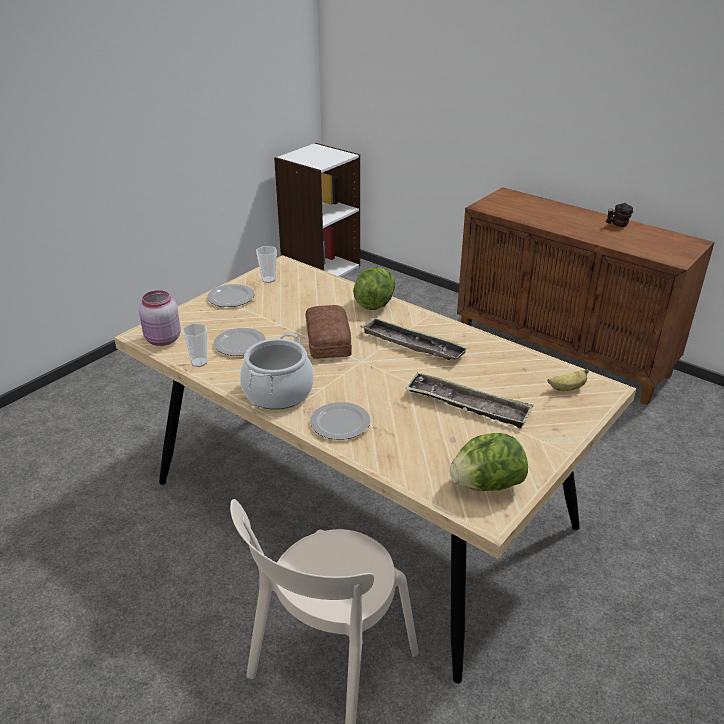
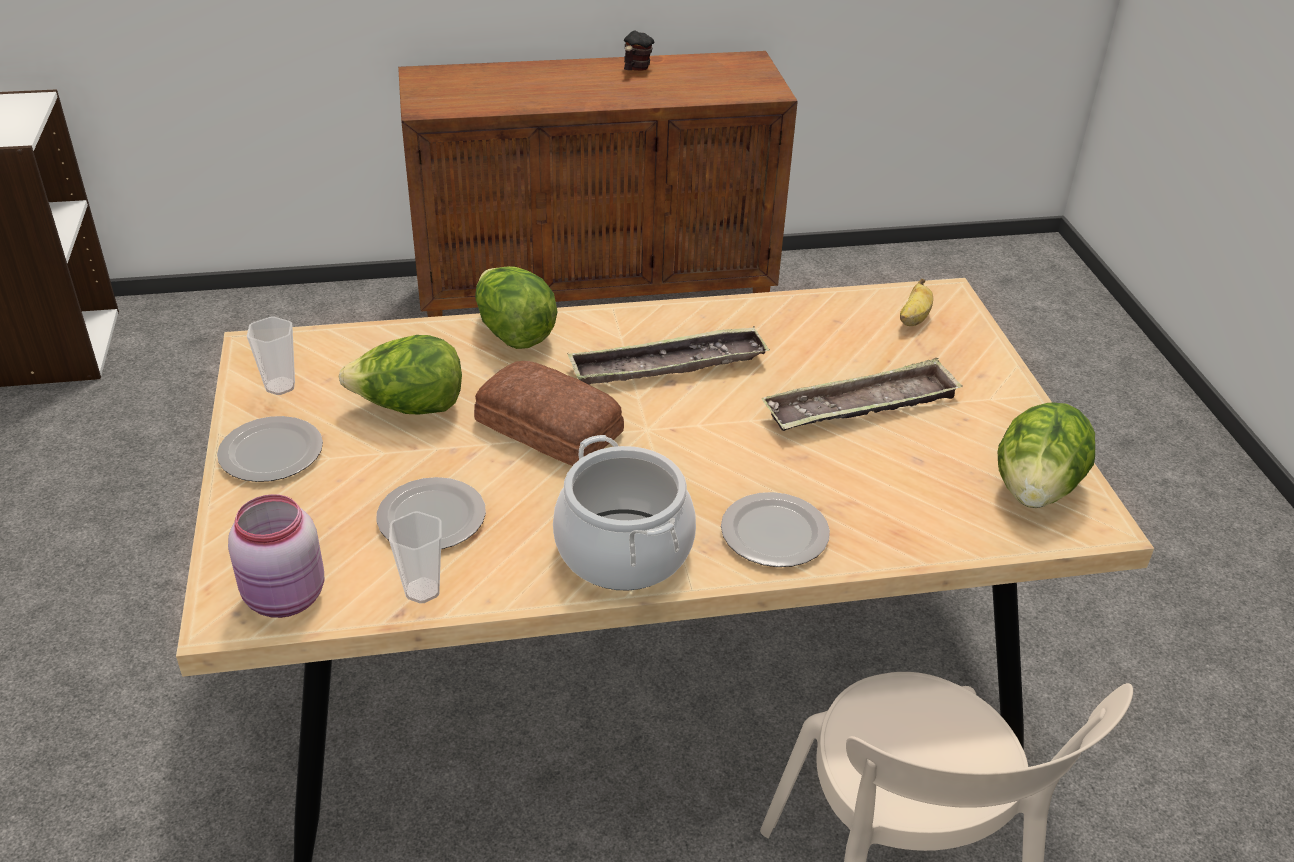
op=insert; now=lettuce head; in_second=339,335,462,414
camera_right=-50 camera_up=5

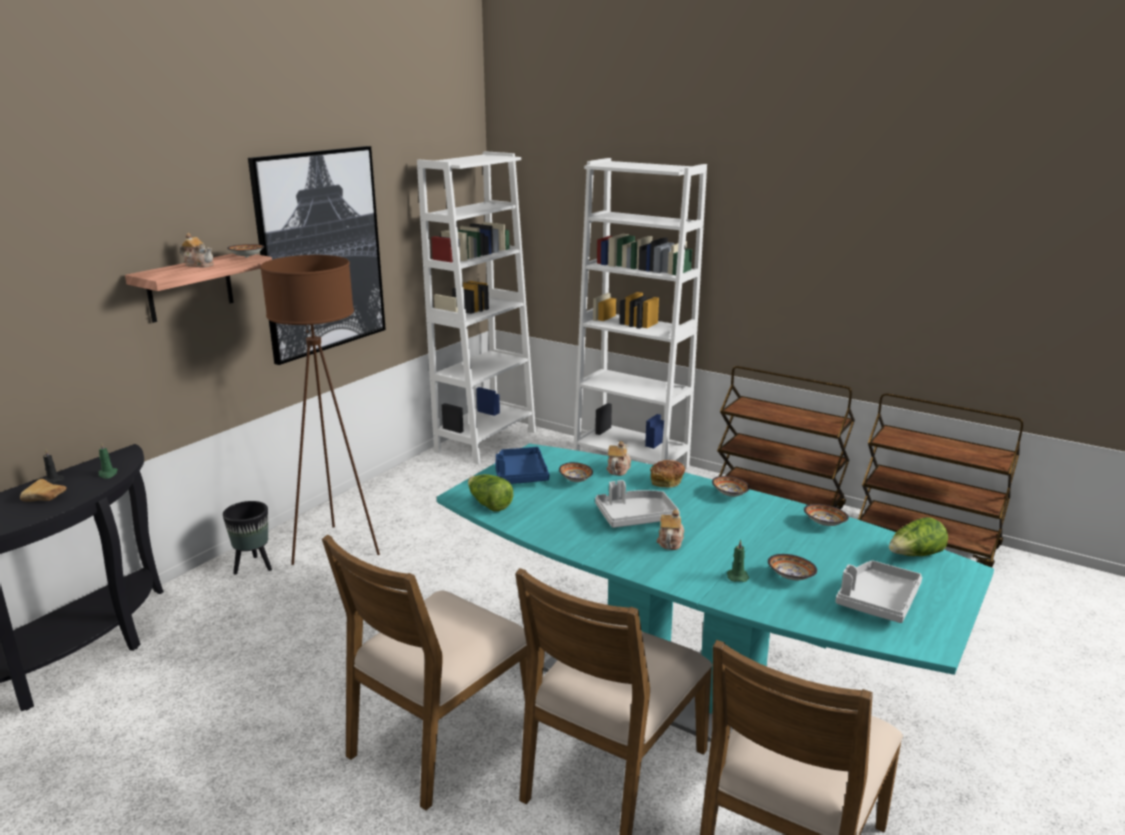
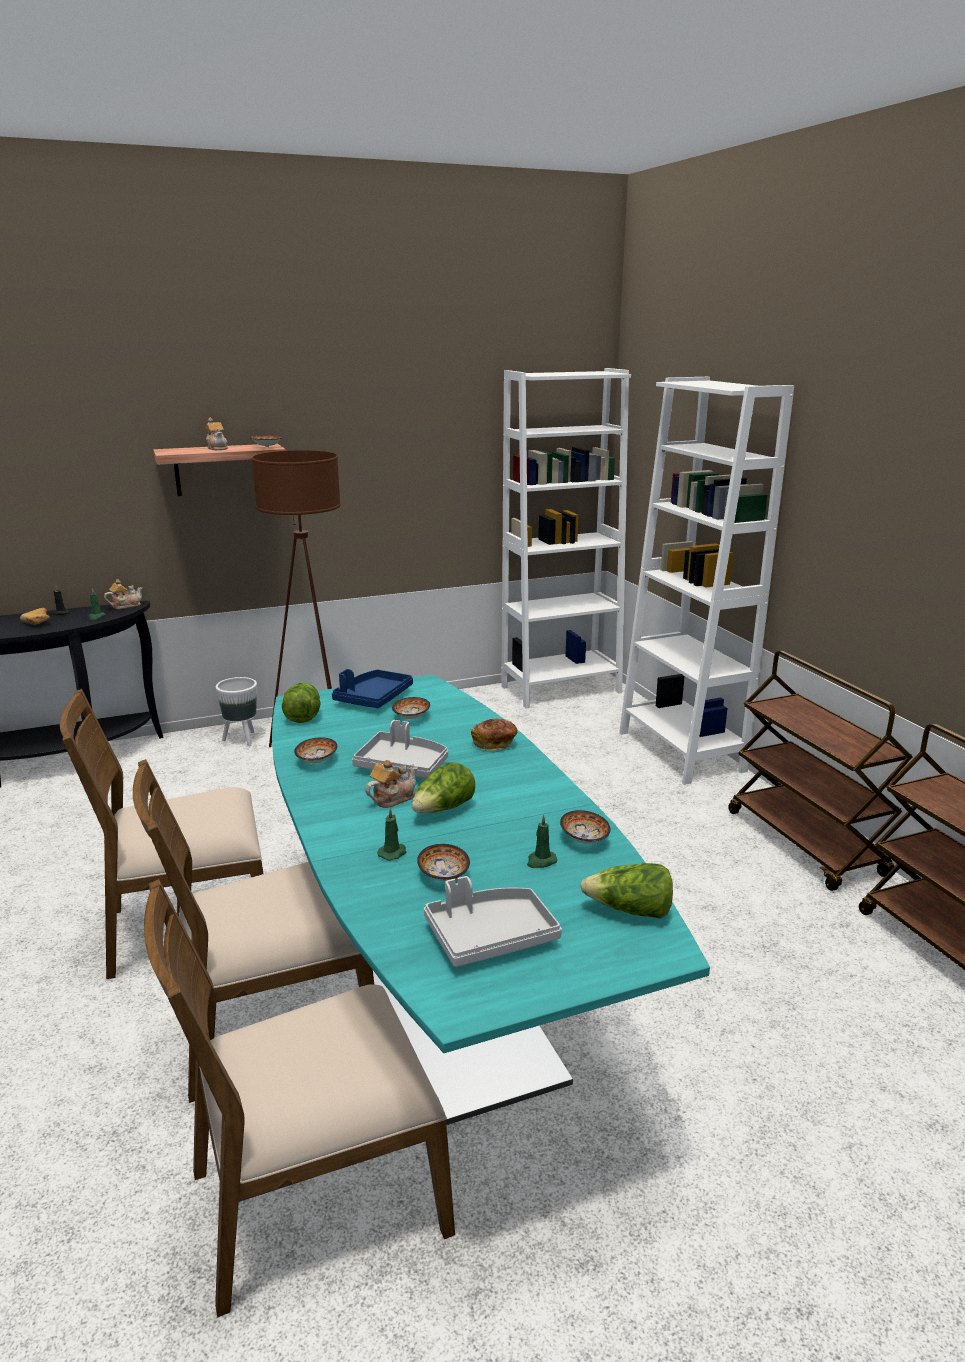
op=delete; was=picture; in_first=248,146,386,365
op=move; was=tea pot; in_first=606,441,631,476; in_second=104,579,143,609
op=move; was=serving bowl; in_first=712,476,749,497; in_second=294,737,337,763
op=recolor; was=plant pot (black-coloured); now=plant pot (white-coloured); in_first=223,501,272,575; in_second=215,677,257,746
op=insert; now=lettuce head; in_second=412,762,475,813
op=insert; now=candle (greenish); in_second=527,815,557,868
camera_right=35 camera_up=0

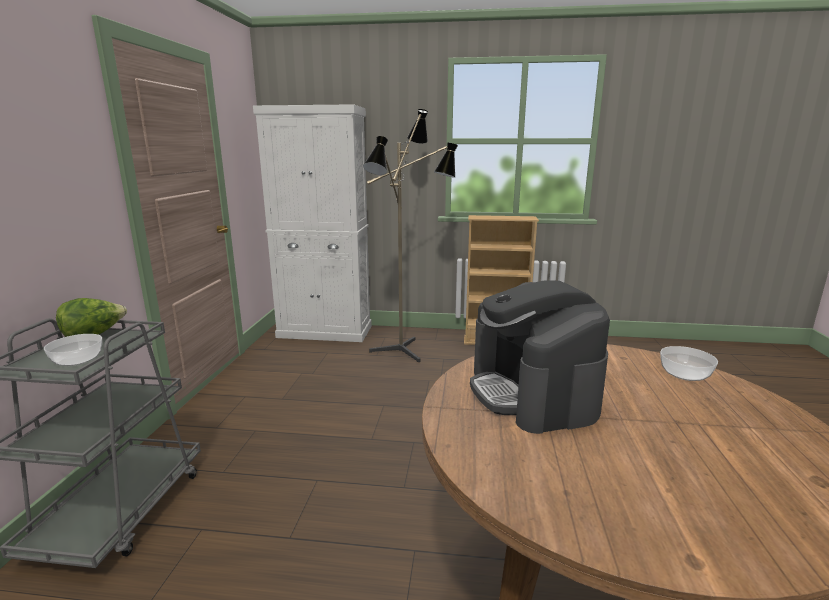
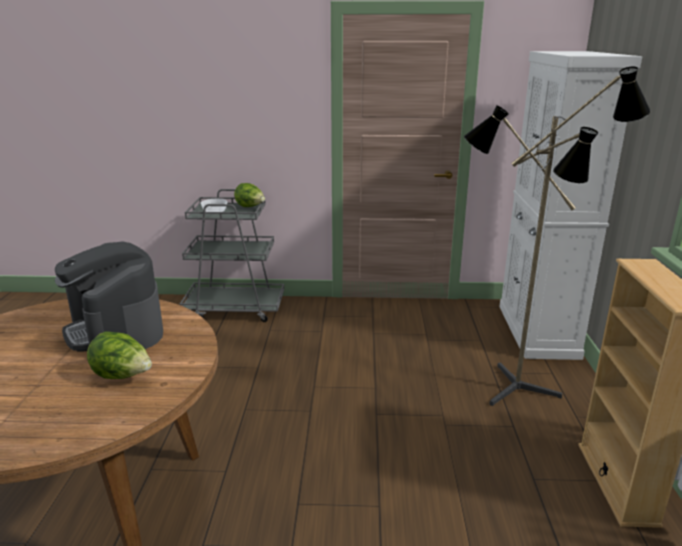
op=rotate; was=coffee machine; in_first=470,281,610,434; in_second=55,241,163,351; clockwise=-105
op=delete; was=serving bowl; in_first=660,346,718,381
op=insert; now=lettuce head; in_second=87,331,152,379
camera_right=85 camera_up=5

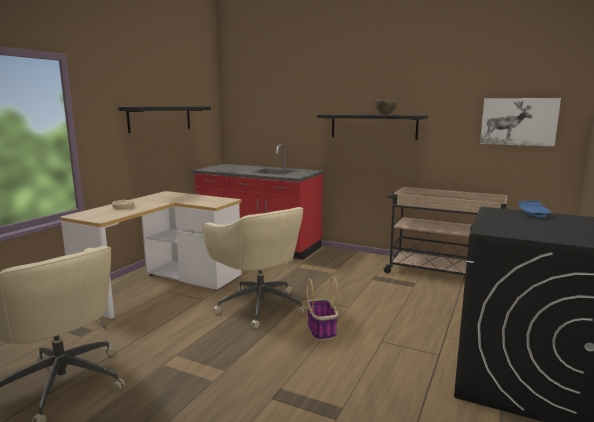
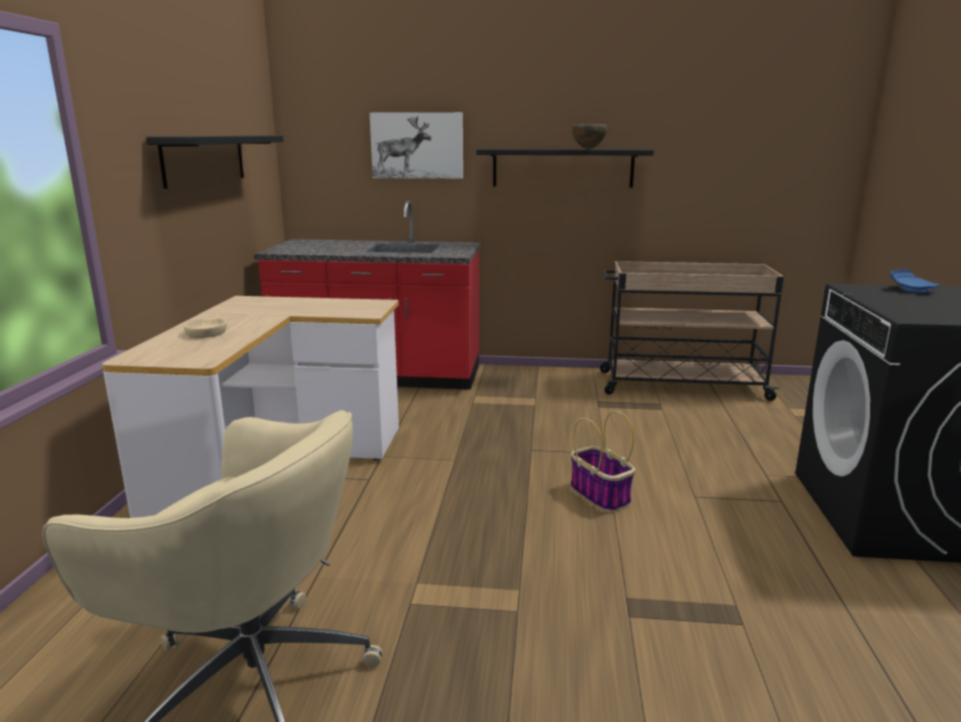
op=move; was=picture; in_first=480,98,561,147; in_second=370,112,463,179
op=delete; was=office chair (beige-coloured); in_first=202,207,306,329
camera_right=-20 camera_up=5

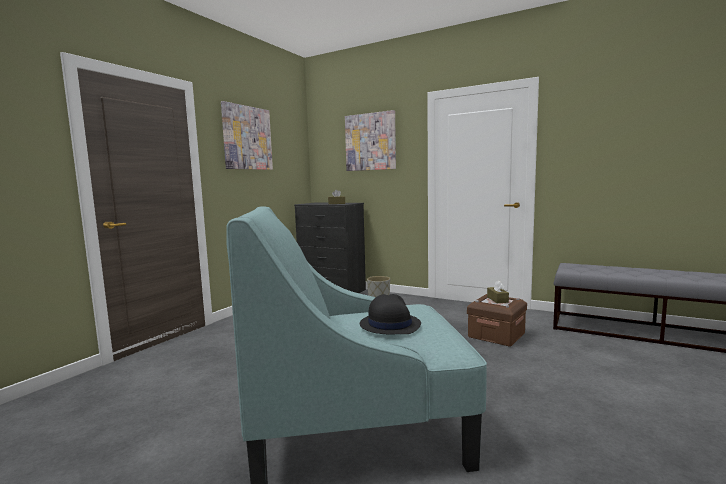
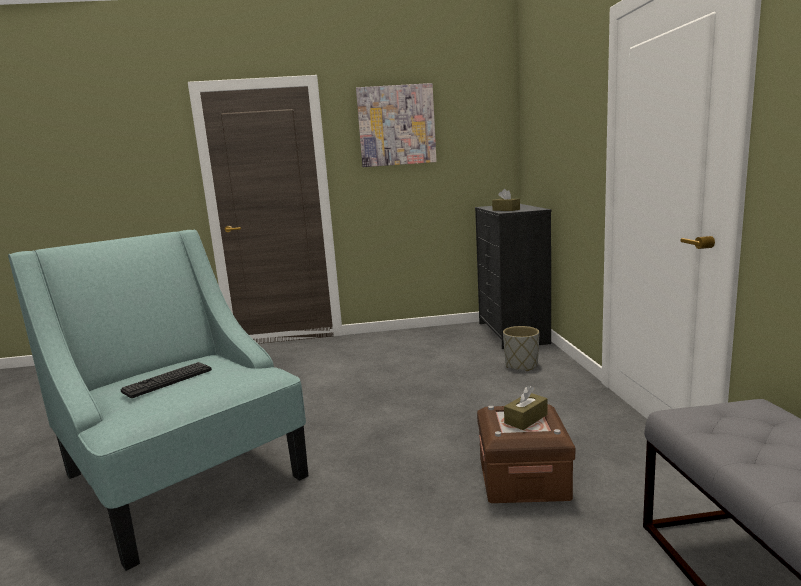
op=delete; was=picture; in_first=345,110,396,171
op=replace; was=clothing hat (black-coloured); now=keyboard; in_first=360,294,421,334; in_second=120,362,212,398
camera_right=55 camera_up=5

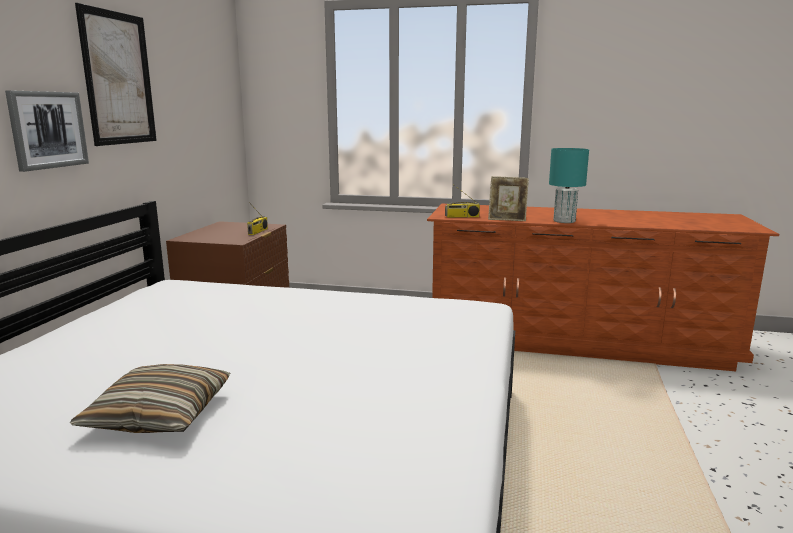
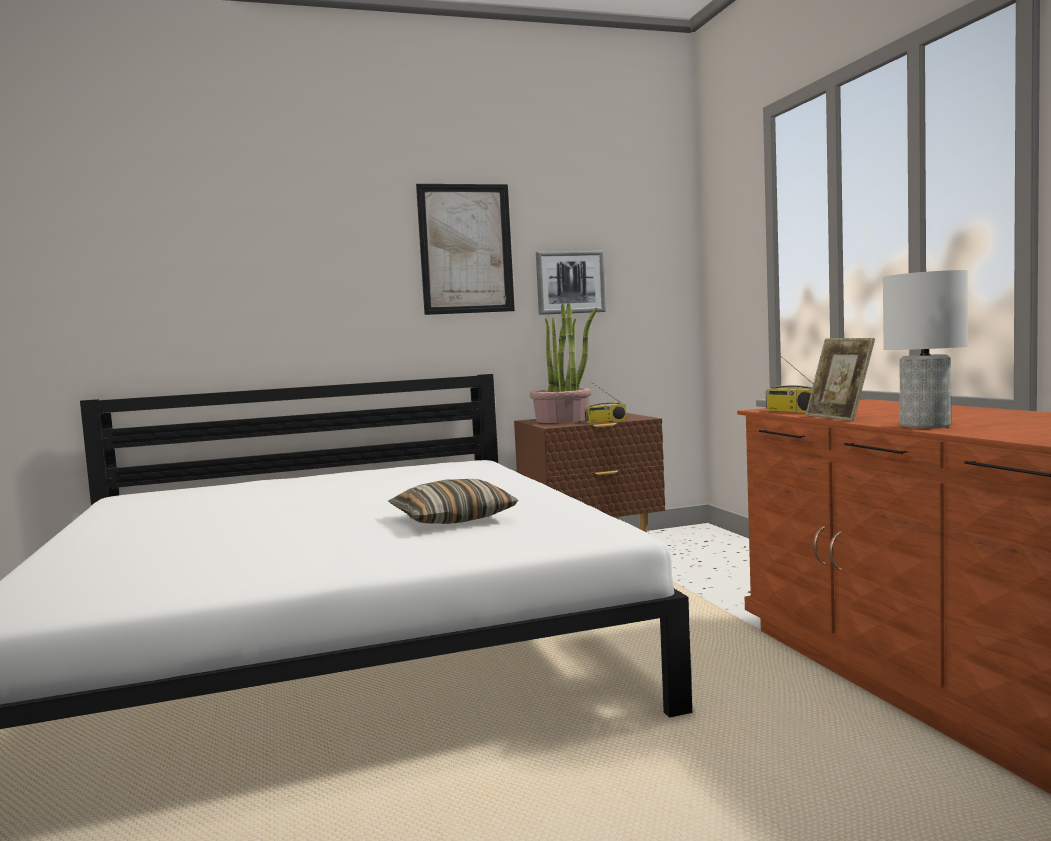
op=move; was=picture; in_first=5,90,89,172; in_second=536,251,606,315
op=recolor; was=table lamp (turquoise-coloured); now=table lamp (white-coloured); in_first=549,148,589,223; in_second=883,270,968,428
op=move; was=throw pillow; in_first=70,364,230,433; in_second=388,479,518,524
op=insert; now=plant in a pot; in_second=530,302,598,423
camera_right=60 camera_up=-10

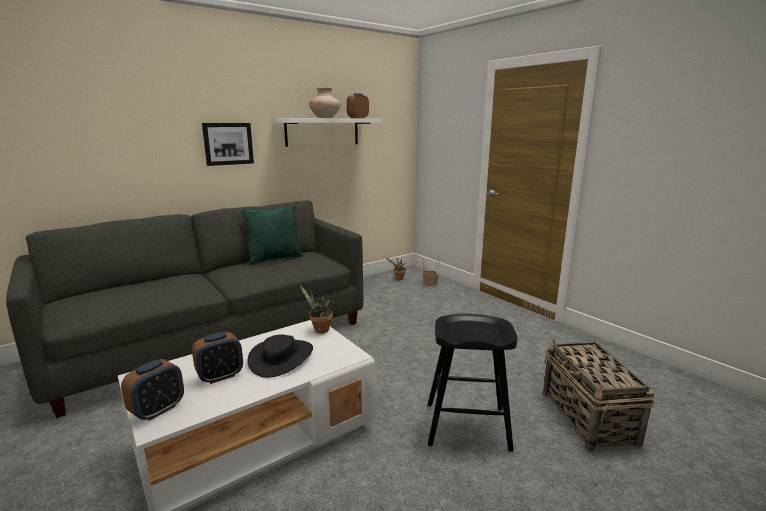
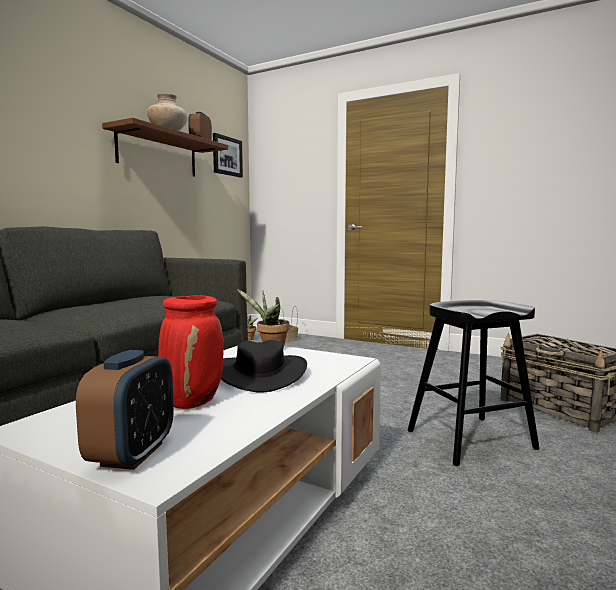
op=recolor; was=shelf (white-coloured); now=shelf (brown-coloured); in_first=274,118,382,147; in_second=102,118,228,177
op=move; was=picture; in_first=202,123,254,166; in_second=213,133,243,178
op=delete; was=throw pillow (greenish); in_first=242,205,303,265
op=replace; was=bedside clock; now=vase (red); in_first=192,332,243,384; in_second=158,295,223,409
camera_right=-25 camera_up=-10

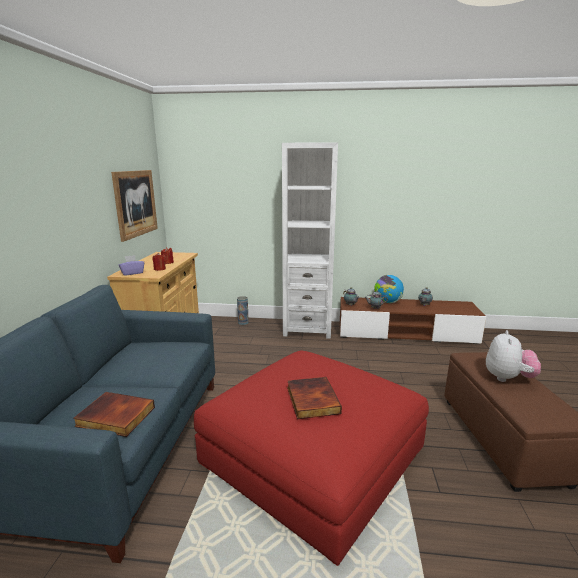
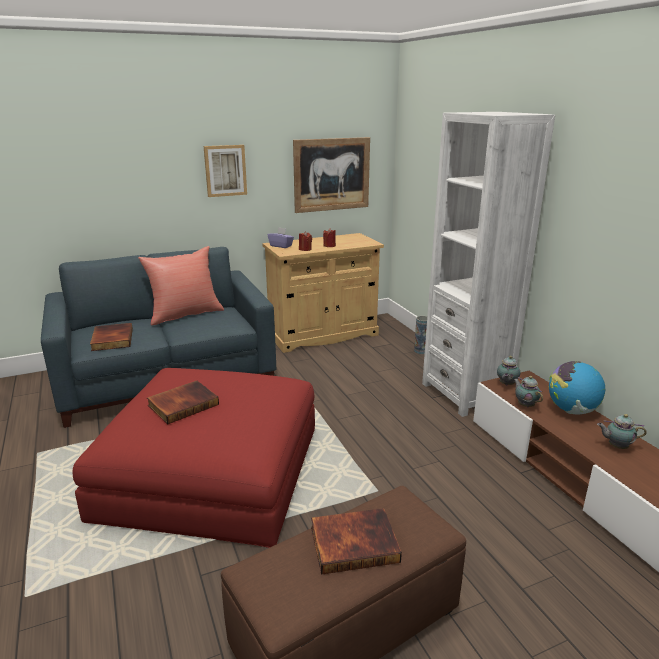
op=replace; was=cuddly toy; now=volume; in_first=486,330,541,382; in_second=311,508,402,575
op=insert; now=picture; in_second=204,145,247,197
op=insert; now=throw pillow (red); in_second=138,246,224,326
camera_right=60 camera_up=5

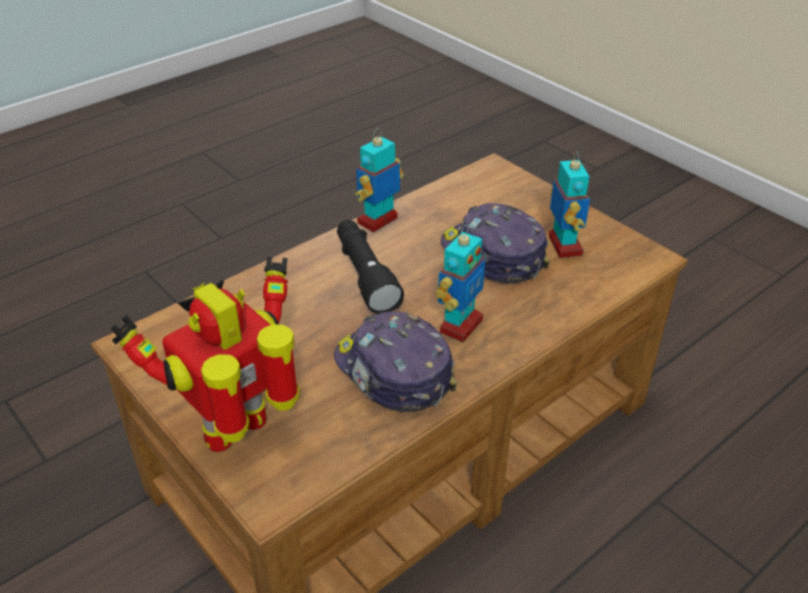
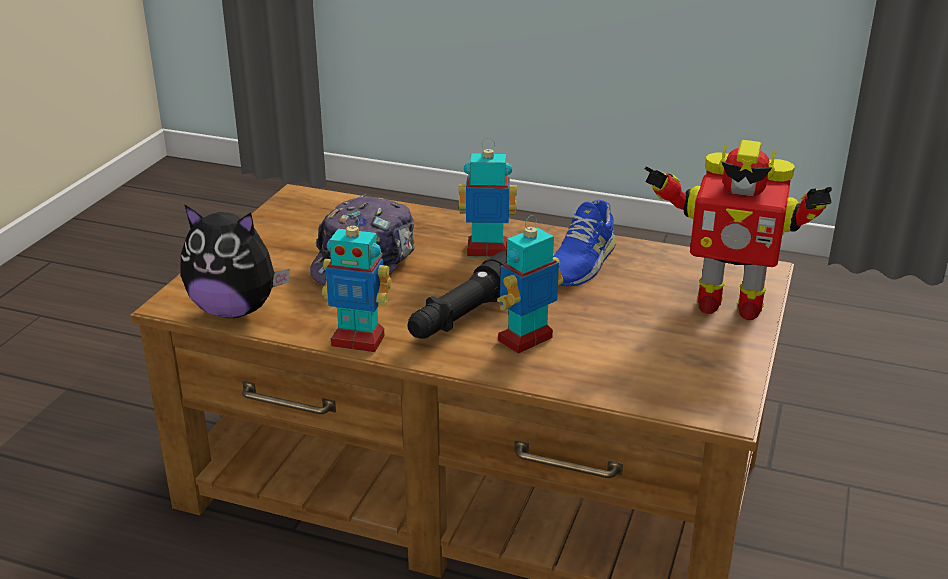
op=move; was=toy robot; in_first=549,151,590,258; in_second=497,215,563,354
op=replace; was=cap; now=shoe (blue); in_first=334,311,458,412; in_second=553,200,616,286
op=insert; now=cuddly toy; in_second=180,204,290,318
camera_right=-120 camera_up=-10

